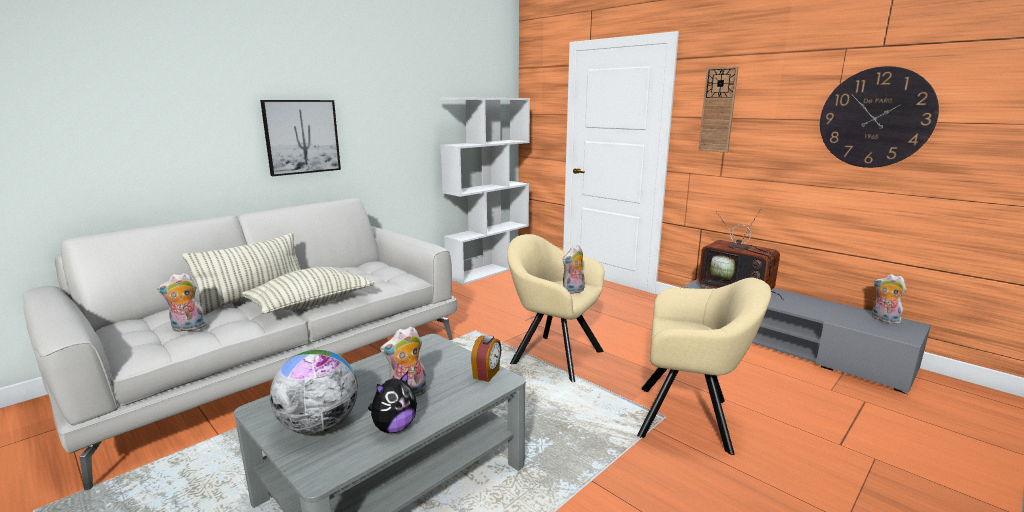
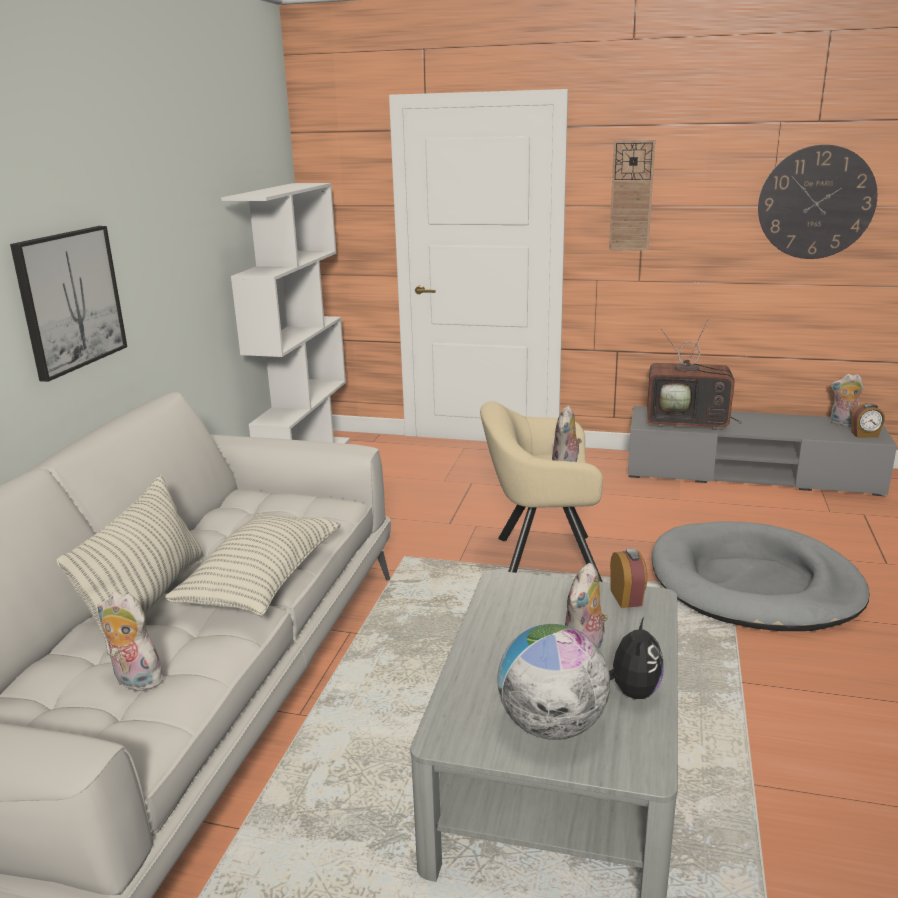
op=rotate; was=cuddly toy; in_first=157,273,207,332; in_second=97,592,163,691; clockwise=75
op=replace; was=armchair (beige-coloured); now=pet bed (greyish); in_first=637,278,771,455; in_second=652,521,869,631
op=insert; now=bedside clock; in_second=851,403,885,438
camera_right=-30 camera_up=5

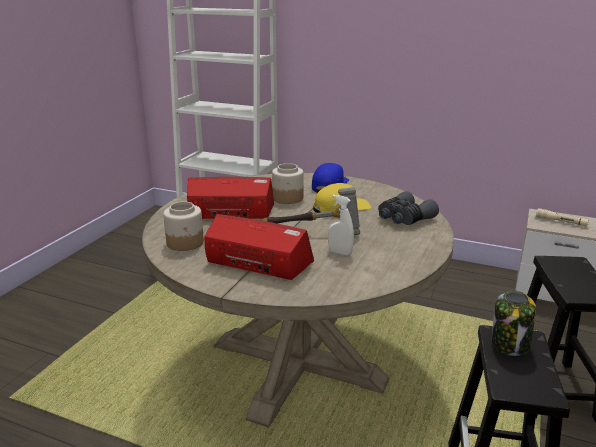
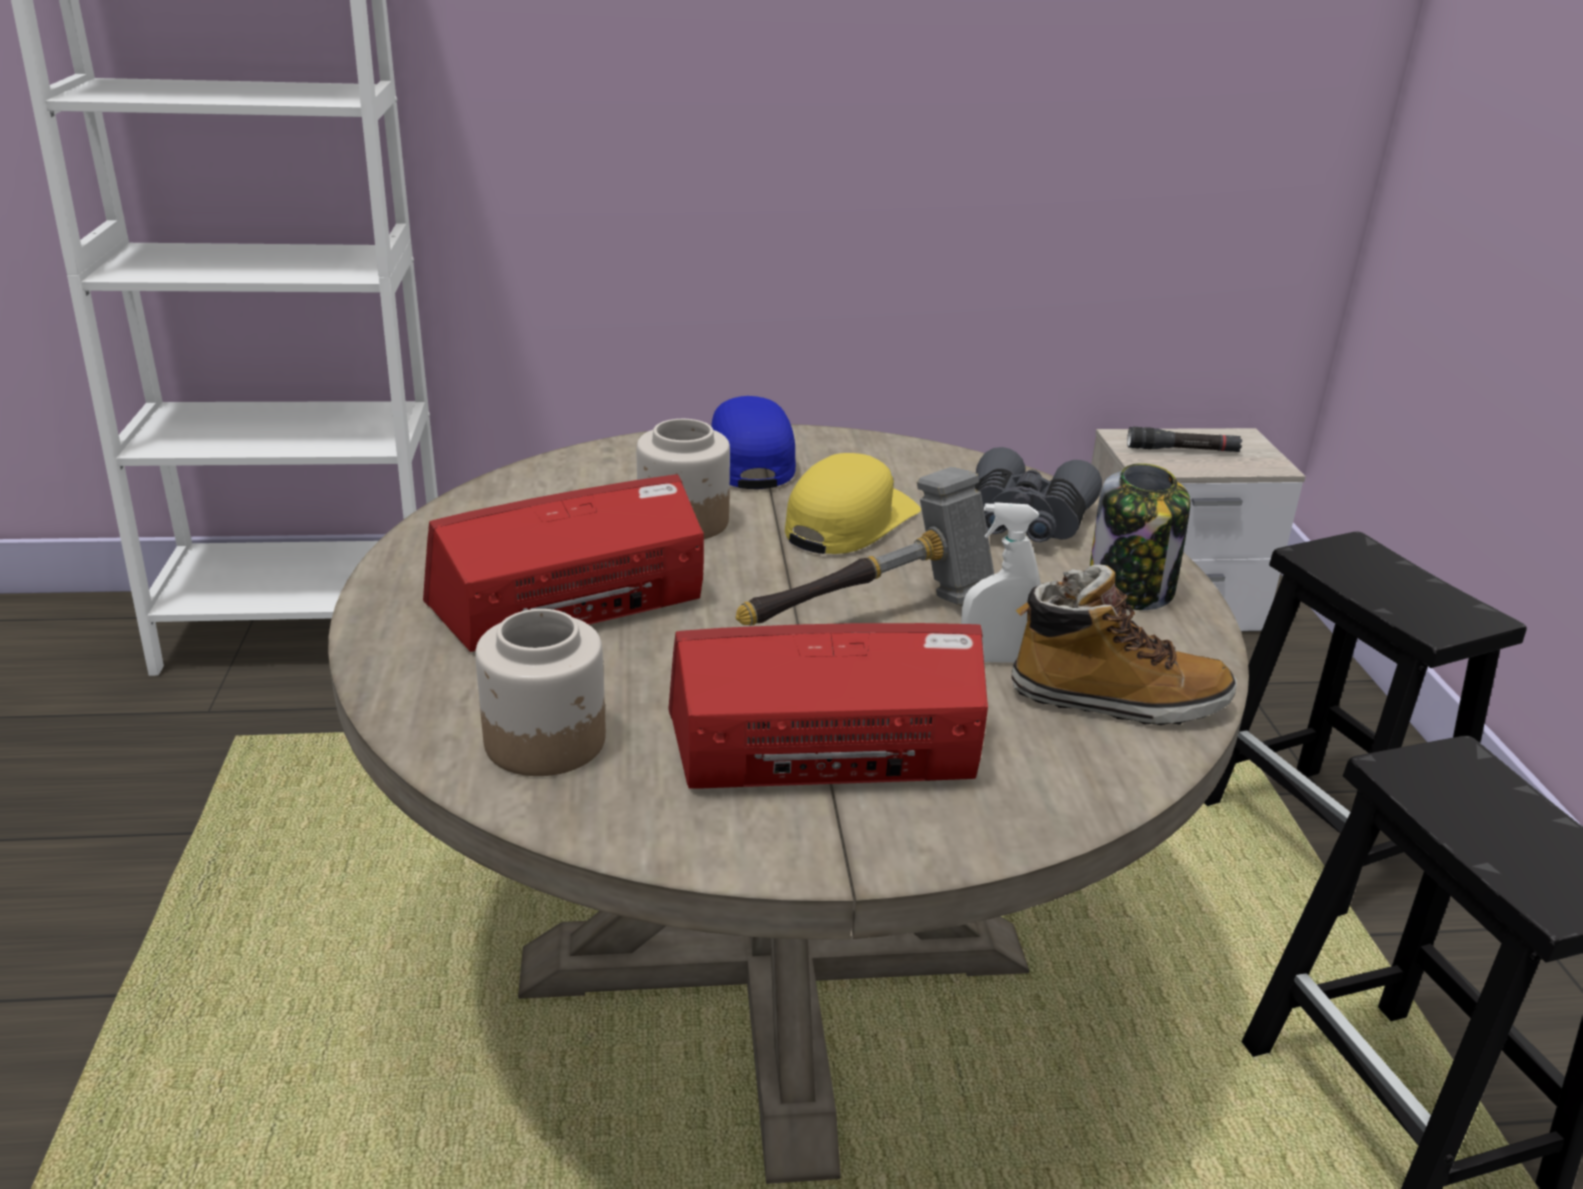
op=recolor; was=flashlight (beige-coloured); now=flashlight (black-coloured); in_first=536,208,589,226; in_second=1127,427,1242,452
op=move; was=preserve jar; in_first=492,290,536,356; in_second=1090,463,1190,610
op=insert; now=boot; in_second=1011,564,1237,725
camera_right=-30 camera_up=5

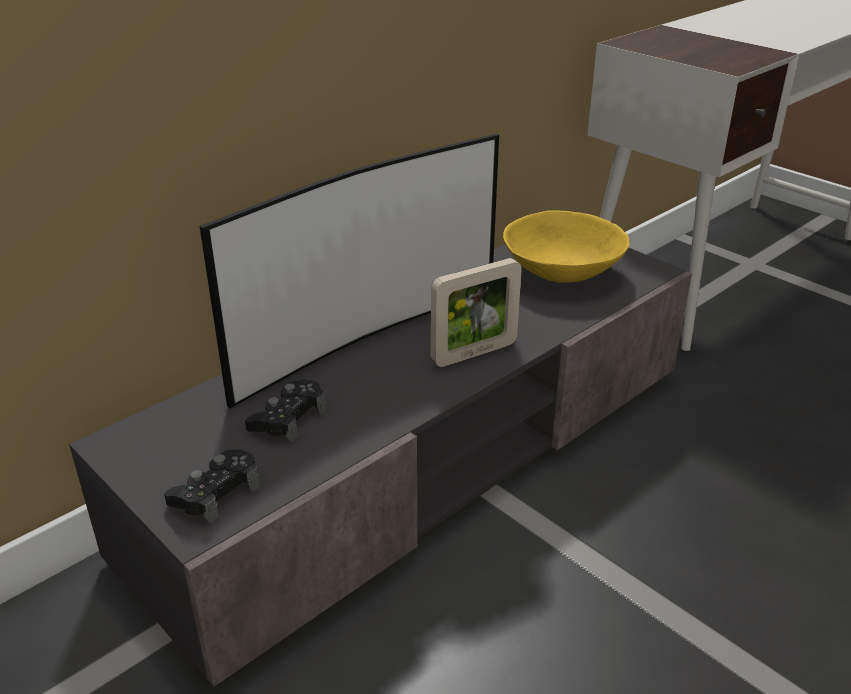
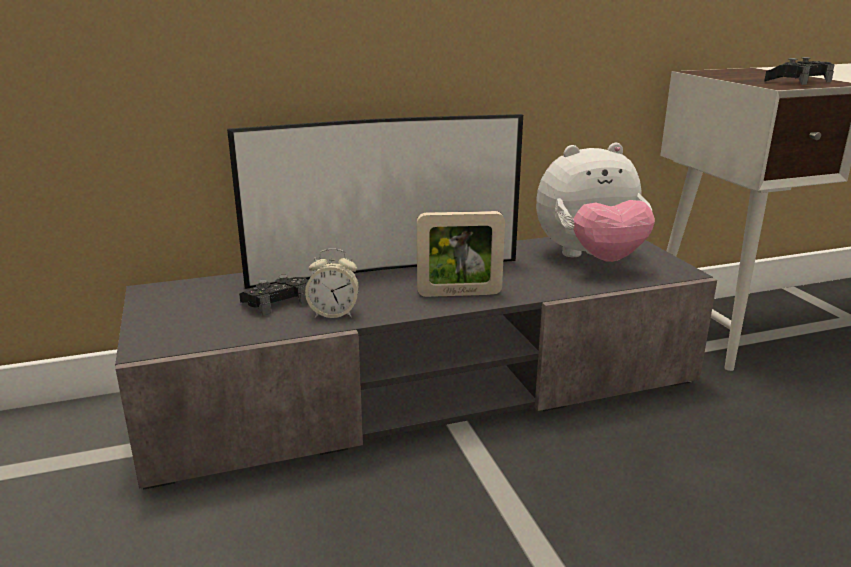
op=replace; was=serving bowl (yellow); now=cuddly toy; in_first=503,211,629,283; in_second=536,143,655,262
op=move; was=joypad (black-coloured); in_first=164,449,260,524; in_second=764,57,835,85
op=insert; now=bedside clock; in_second=305,248,359,318
camera_right=25 camera_up=-10

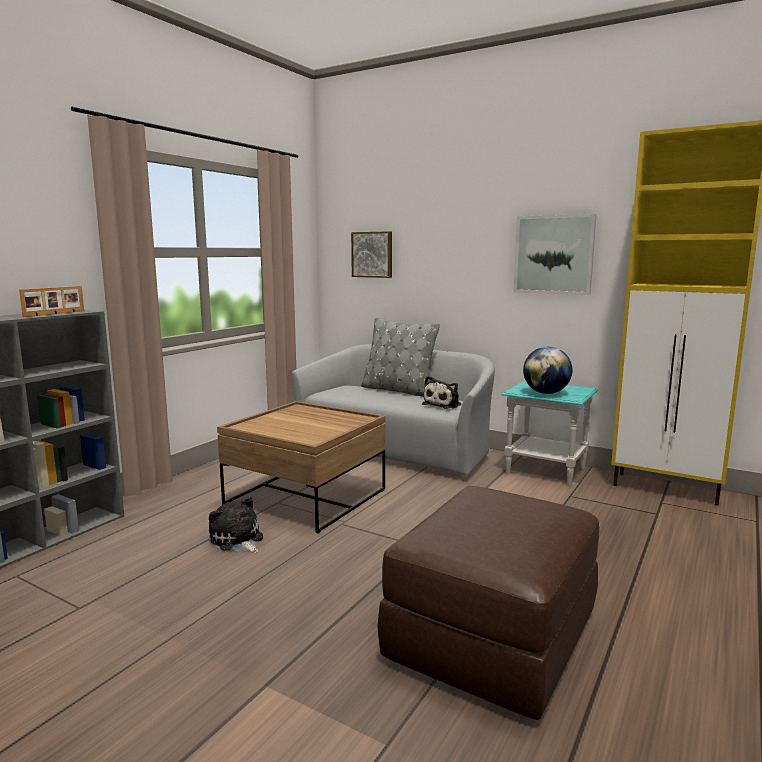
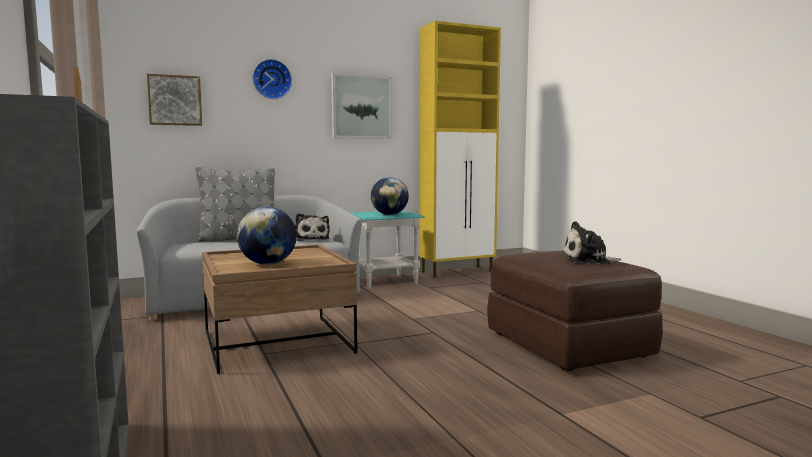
op=move; was=cuddly toy; in_first=209,496,263,553; in_second=562,221,621,264
op=insert; now=clock on the wall; in_second=252,59,292,99
op=insert; now=world globe; in_second=237,207,297,265
camera_right=-55 camera_up=-5

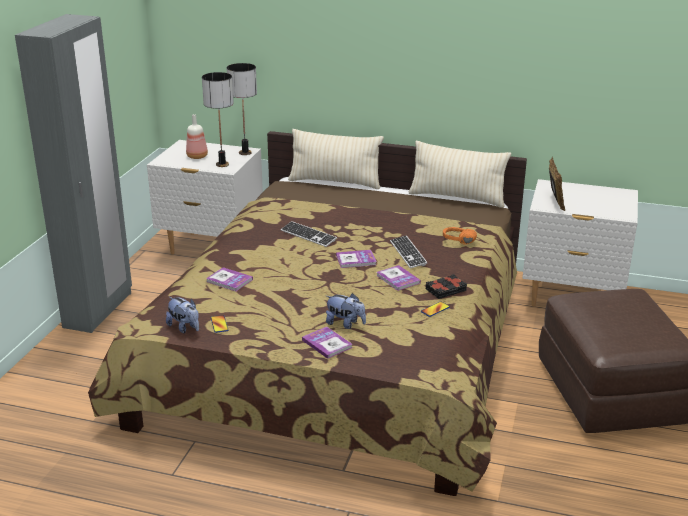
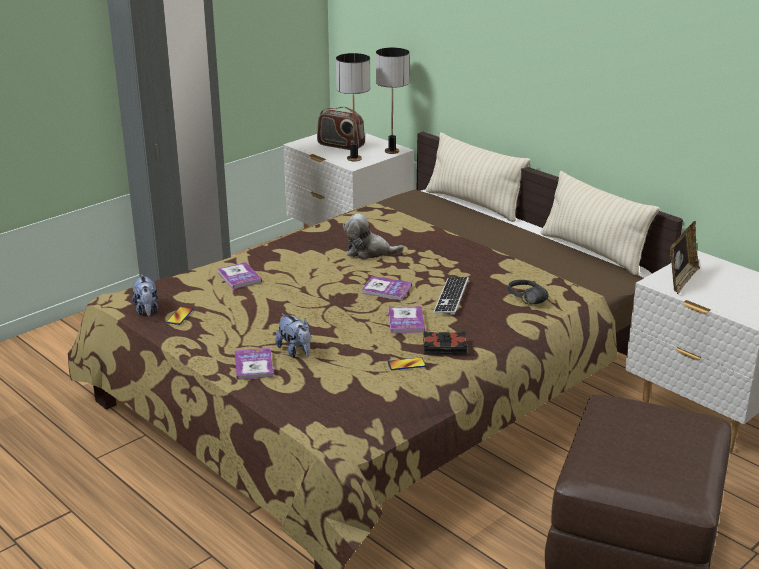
op=replace; was=drink bottle; now=radio receiver; in_first=186,114,208,159; in_second=317,107,365,150
op=replace; was=keyboard; now=cuddly toy; in_first=281,221,337,247; in_second=343,214,404,259
op=recolor; was=headphones (orangey); now=headphones (black-coloured); in_first=443,227,477,245; in_second=508,280,549,305
camera_right=30 camera_up=0

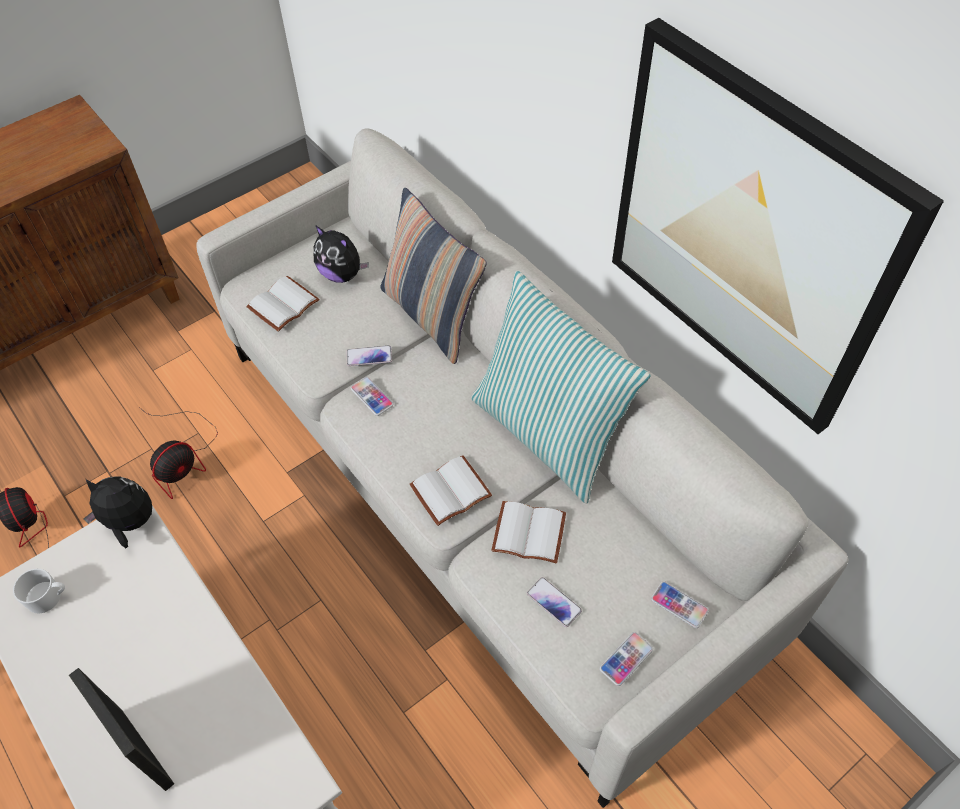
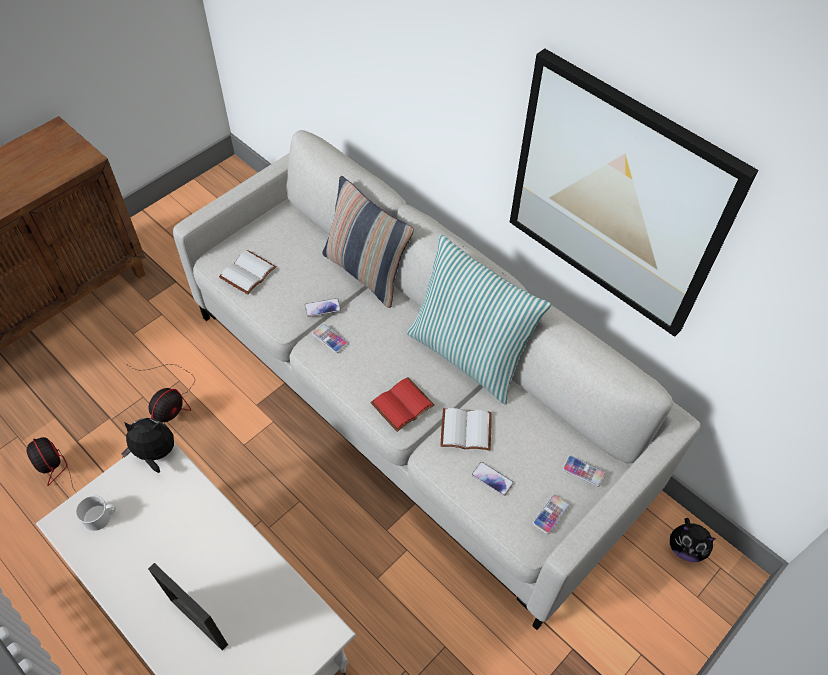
op=move; was=cuddly toy; in_first=314,225,369,283; in_second=670,518,715,562
op=recolor; was=volume (white-coloured); now=volume (red); in_first=409,455,492,526; in_second=371,377,434,432
camera_right=-10 camera_up=0

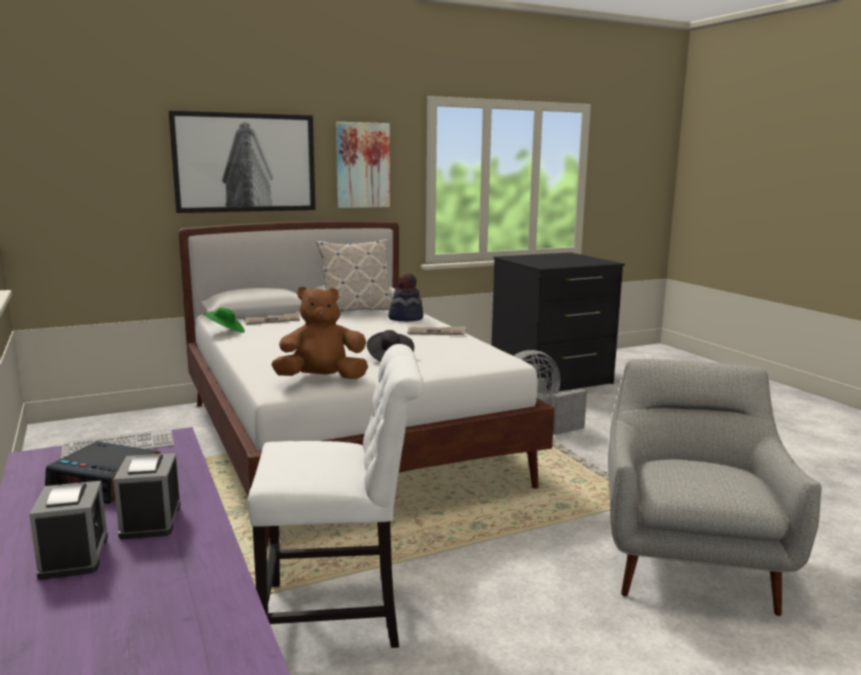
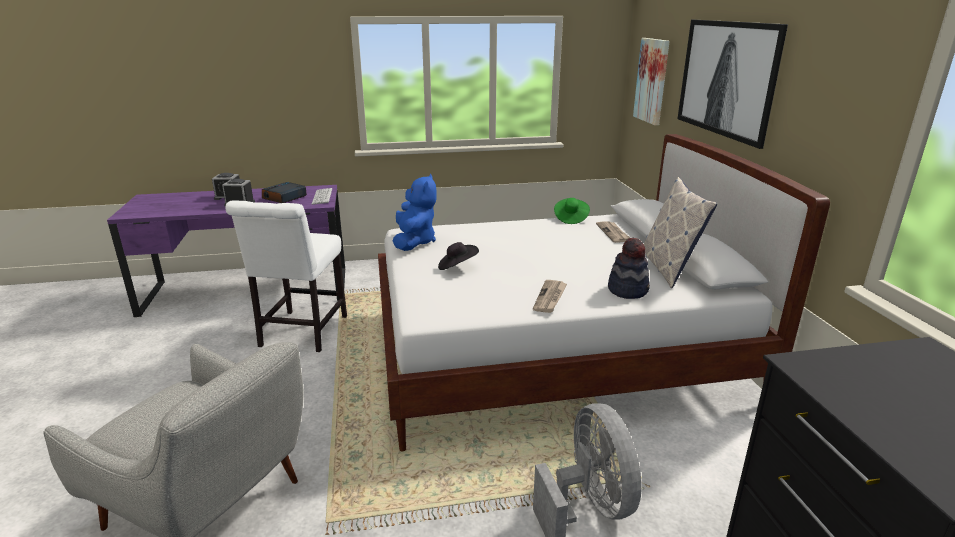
op=move; was=picture; in_first=336,122,390,208; in_second=633,38,670,125
op=recolor; was=cuddly toy (brown-coloured); now=cuddly toy (blue); in_first=271,286,368,379; in_second=393,174,437,251
camera_right=105 camera_up=10

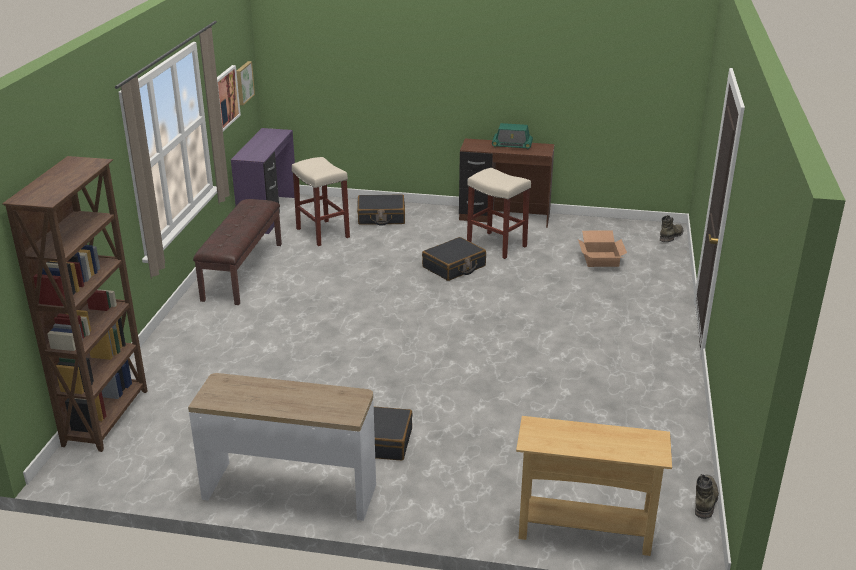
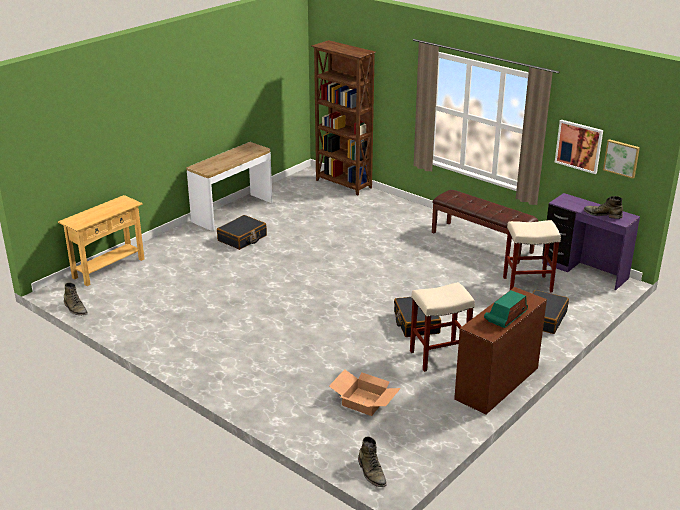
op=insert; now=boot (greenish); in_second=584,196,623,219
camera_right=120 camera_up=0

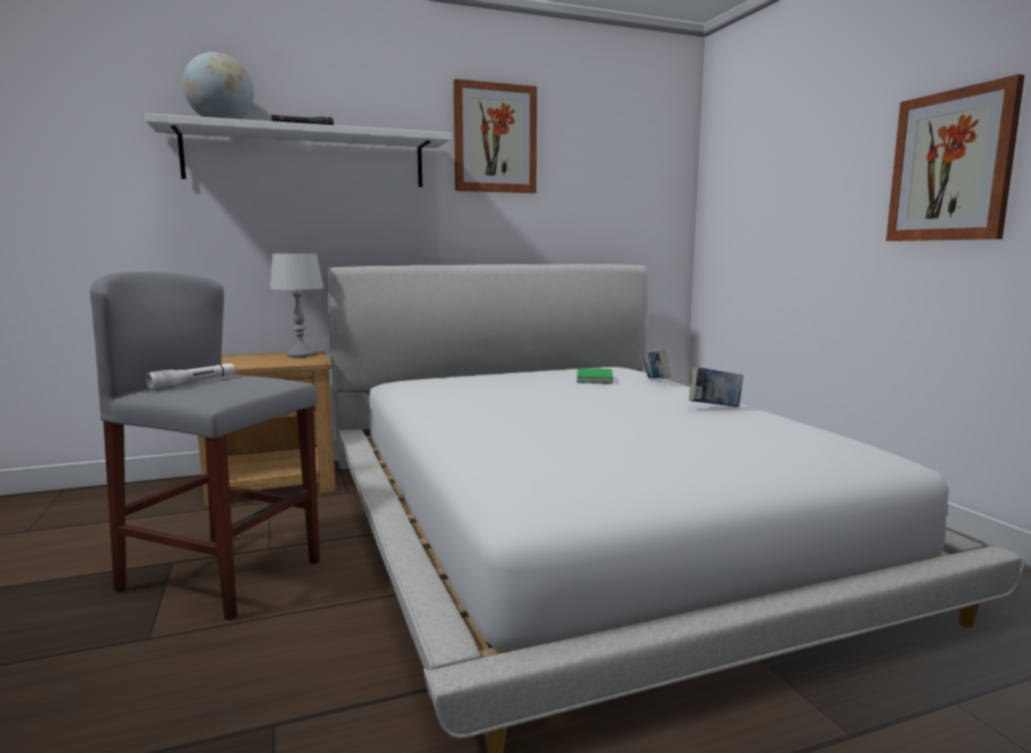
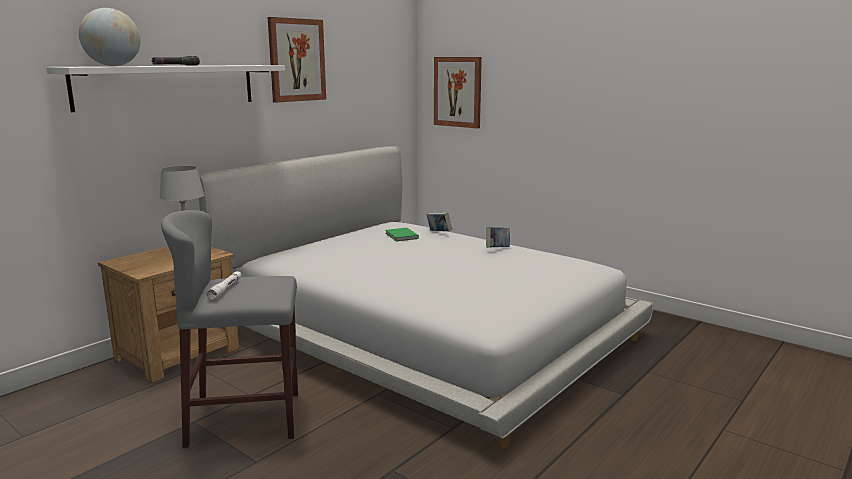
op=move; was=picture; in_first=886,74,1025,241; in_second=434,57,482,128
camera_right=-30 camera_up=5

